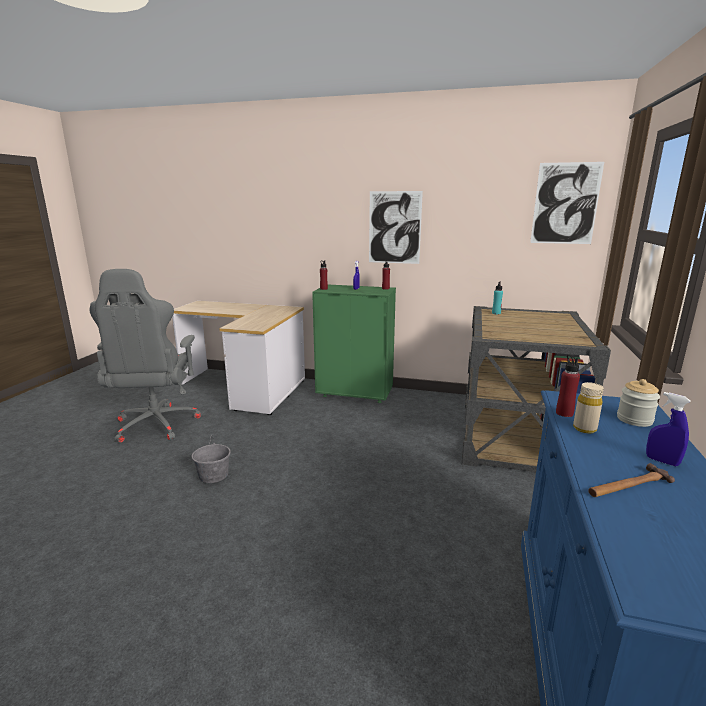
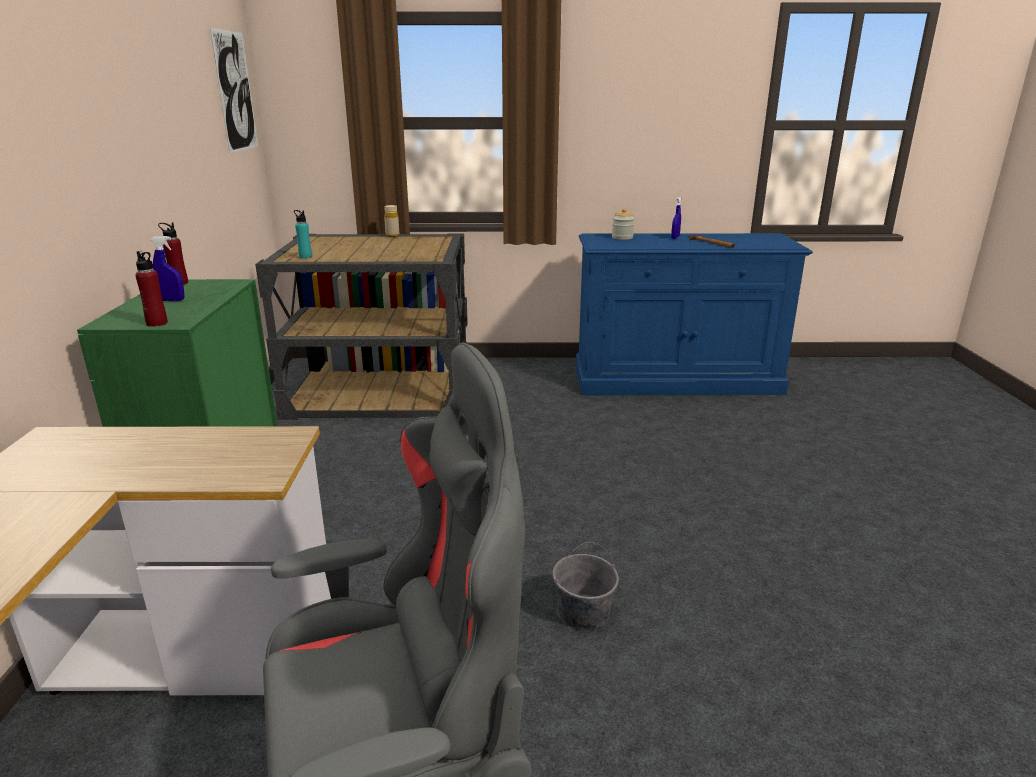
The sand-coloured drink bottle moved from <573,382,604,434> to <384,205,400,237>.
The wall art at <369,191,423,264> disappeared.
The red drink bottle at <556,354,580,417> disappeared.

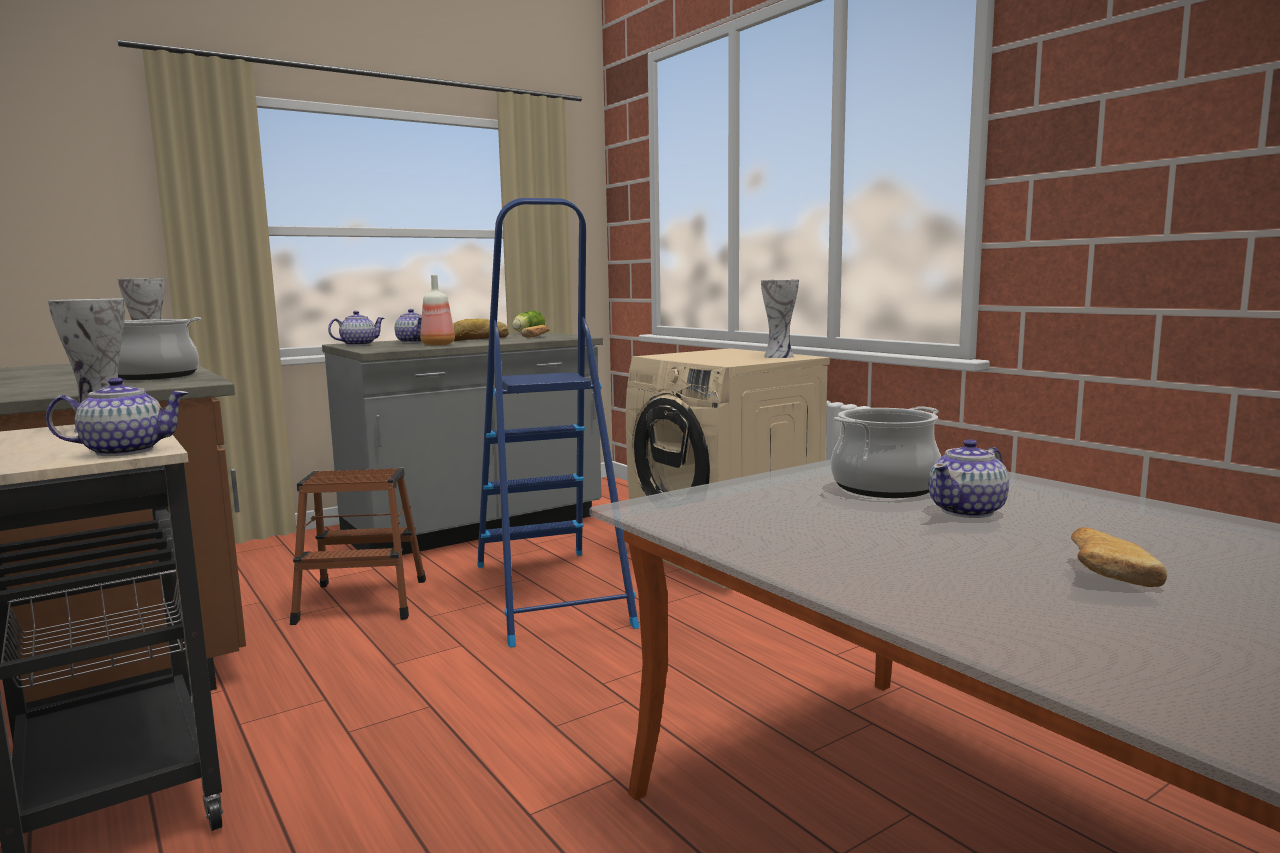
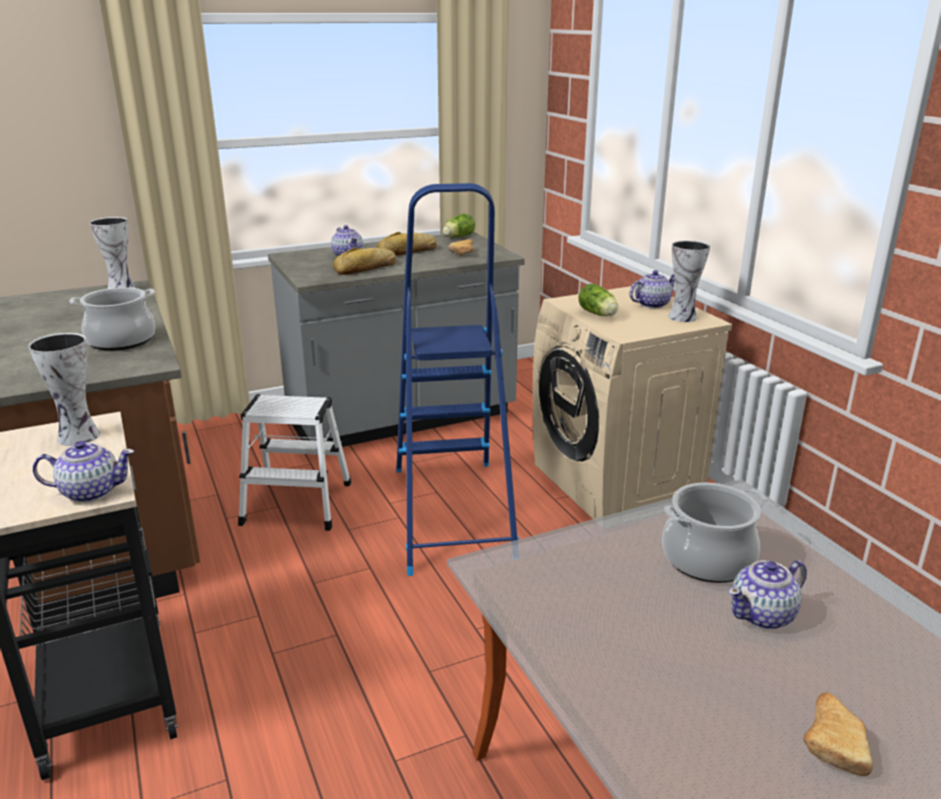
The brown-coloured step ladder at <290,468,426,625> became the whitish step ladder at <238,394,351,531>.
The drink bottle at <420,275,455,346> was replaced by the bakery bread at <333,247,397,275>.
The head of lettuce at <578,284,618,316> appeared.
The tea pot moved from <328,311,384,346> to <629,270,675,308>.

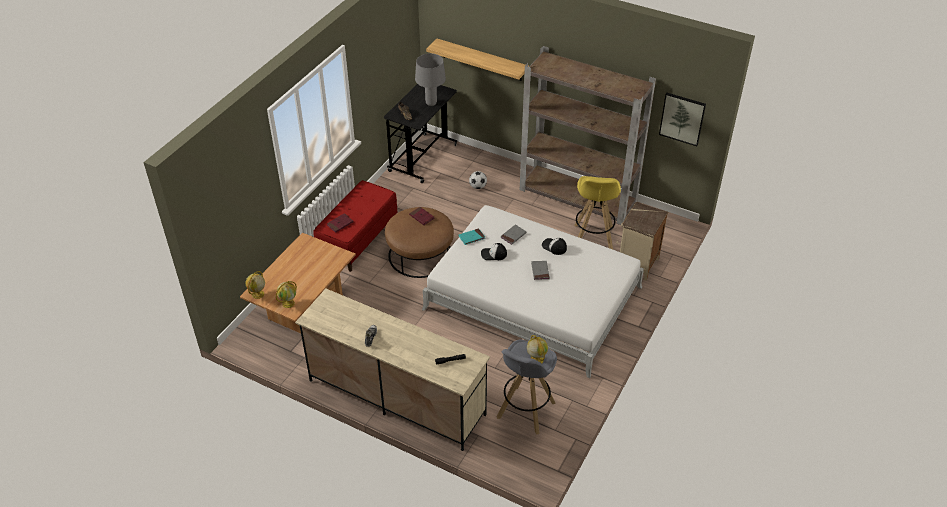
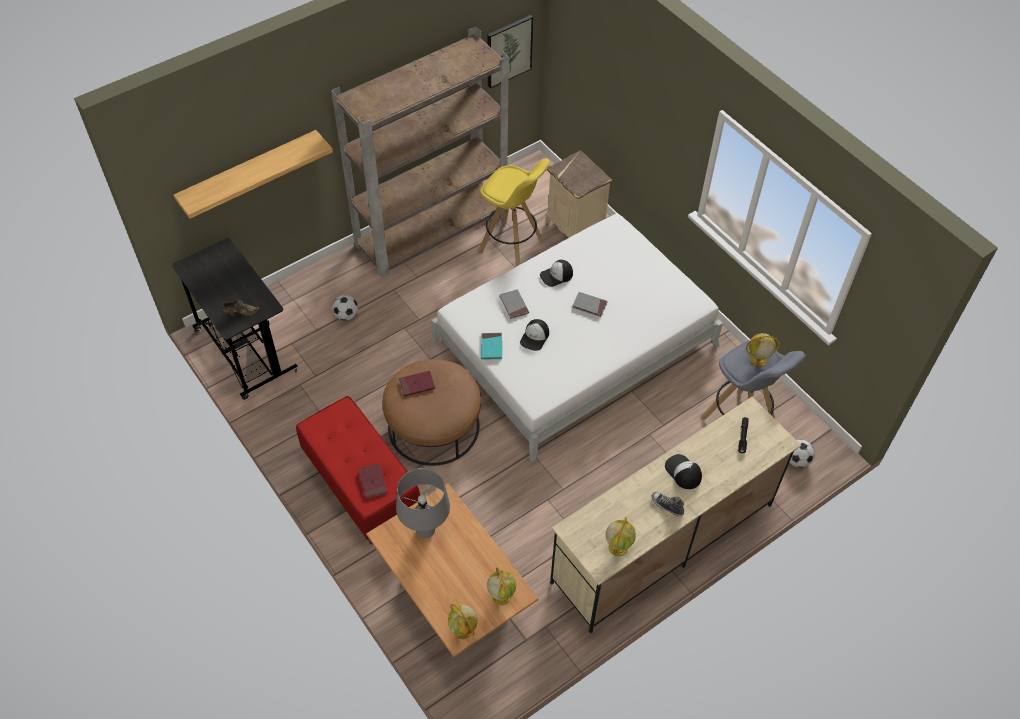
The gray lamp for a table moved from <415,53,446,106> to <396,468,450,538>.
The world globe at <606,517,636,556> appeared.
The peaked cap at <665,454,702,489> appeared.
The football ball at <789,439,815,468> appeared.

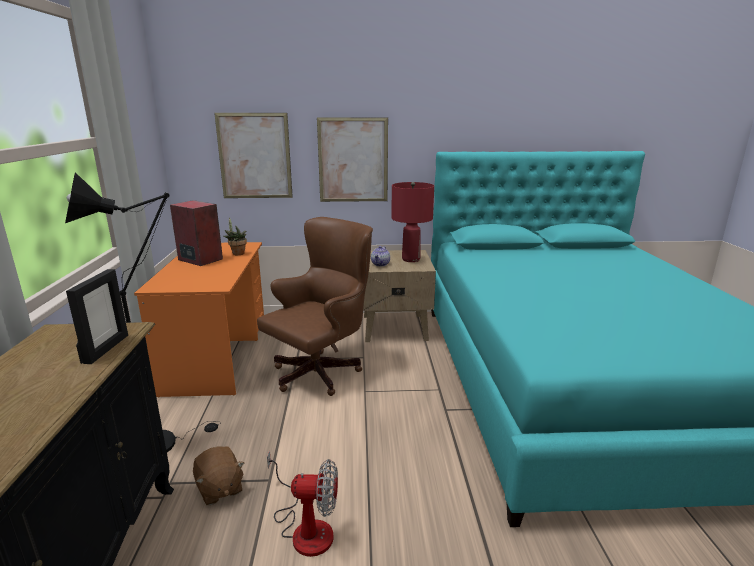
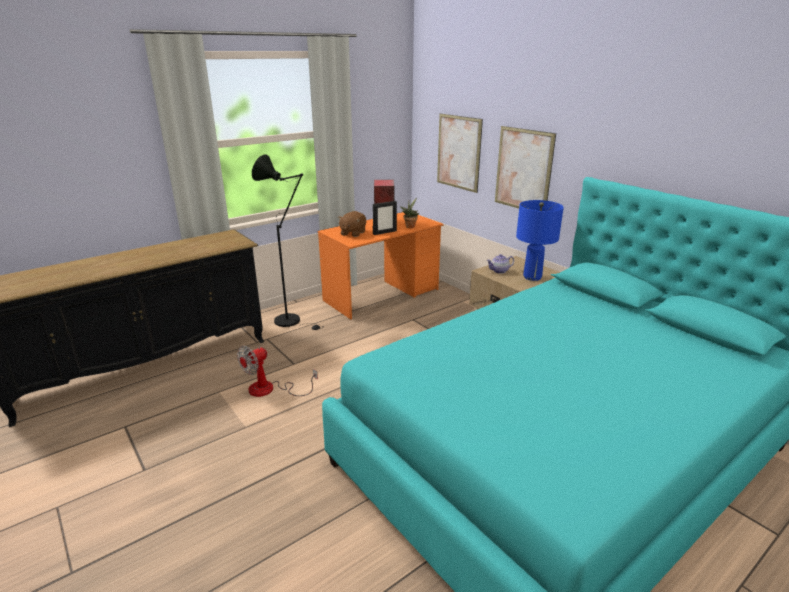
The electric fan at <267,451,338,557> turned 75 degrees clockwise.
The brown-coloured cuddly toy moved from <193,446,244,505> to <338,211,366,237>.
The standing frame moved from <66,269,128,364> to <373,201,397,235>.
The red lamp for a table at <391,182,434,262> became the blue lamp for a table at <516,200,564,281>.
The brown-coloured computer chair at <257,217,373,396> disappeared.

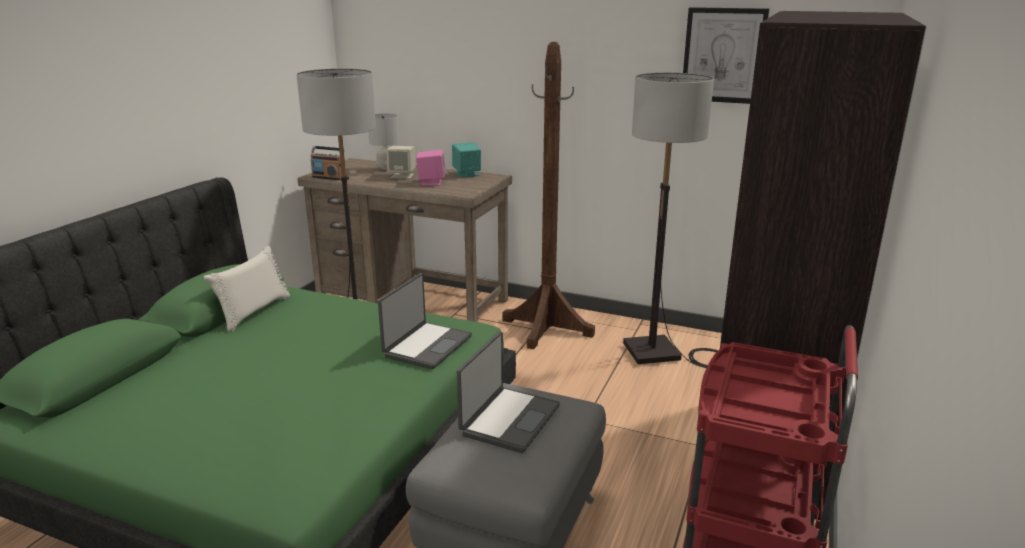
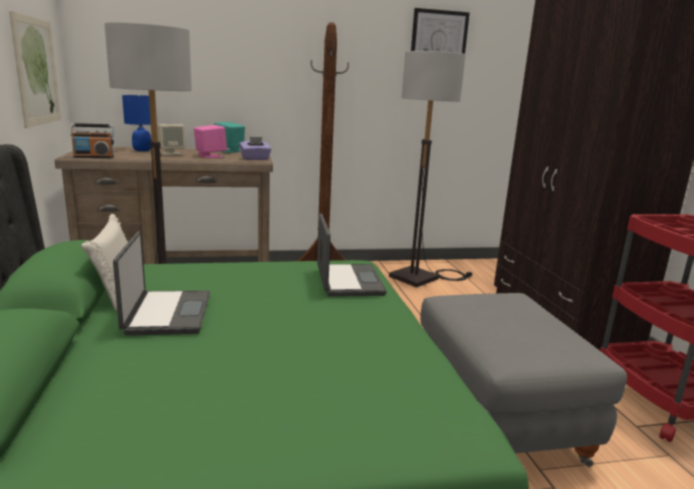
The wall art at <9,11,61,128> appeared.
The notebook computer moved from <457,332,560,453> to <113,231,210,336>.
The gray lamp for a table at <369,113,400,170> became the blue lamp for a table at <122,95,152,151>.
The purple-coloured tissue box at <239,137,272,160> appeared.

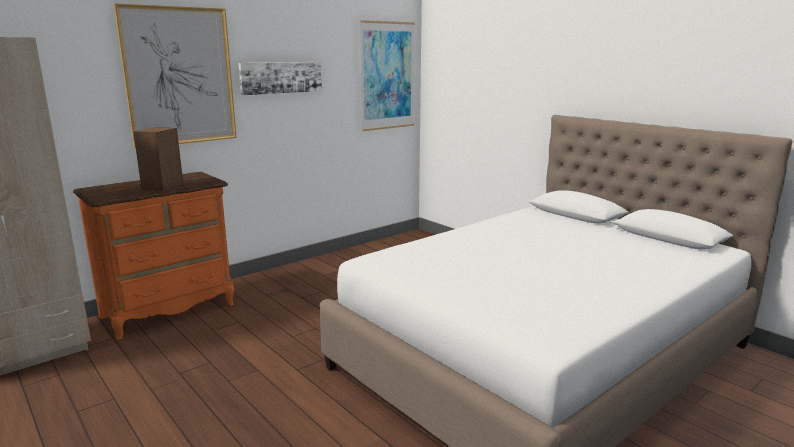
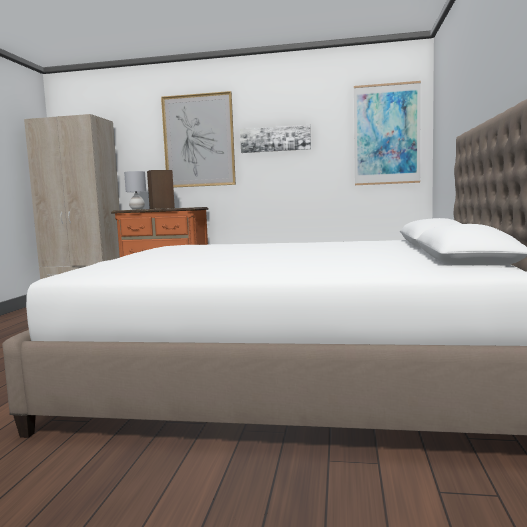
The gray lamp for a table at <124,171,146,210> appeared.

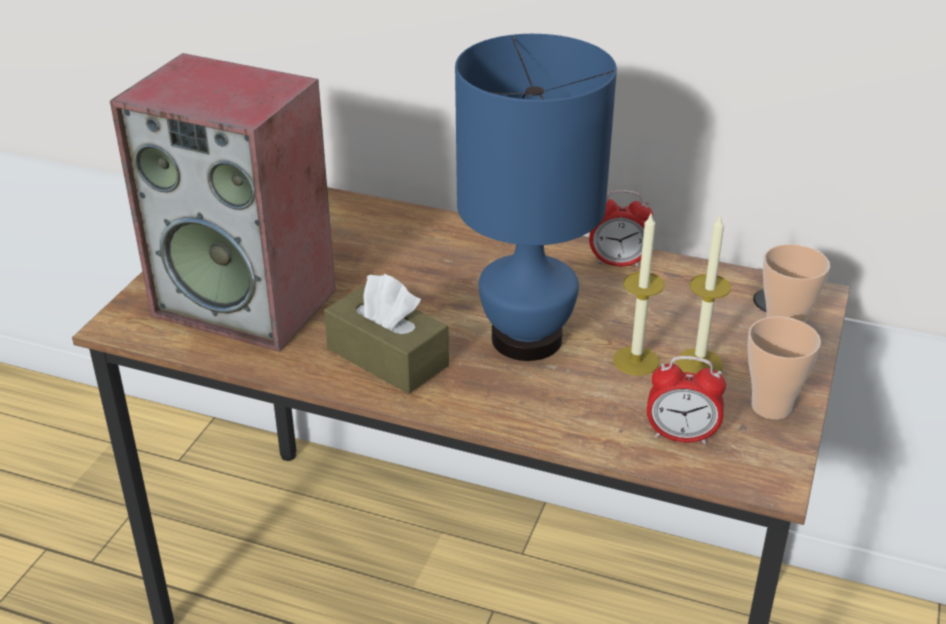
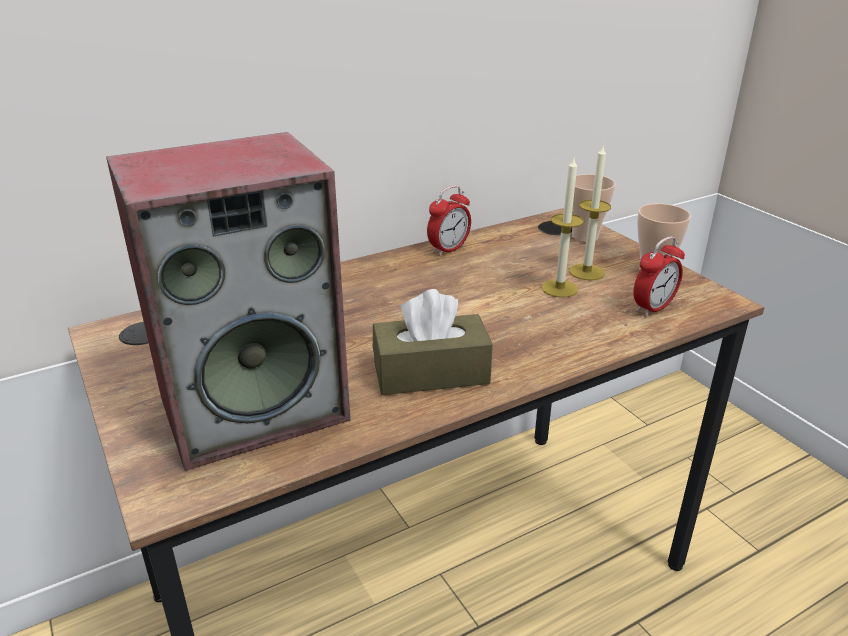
The blue lamp for a table at <455,34,617,361> disappeared.

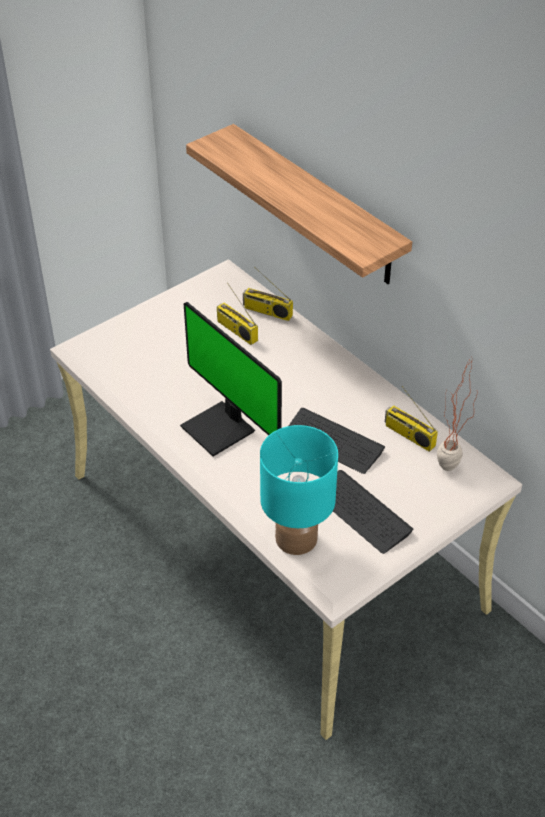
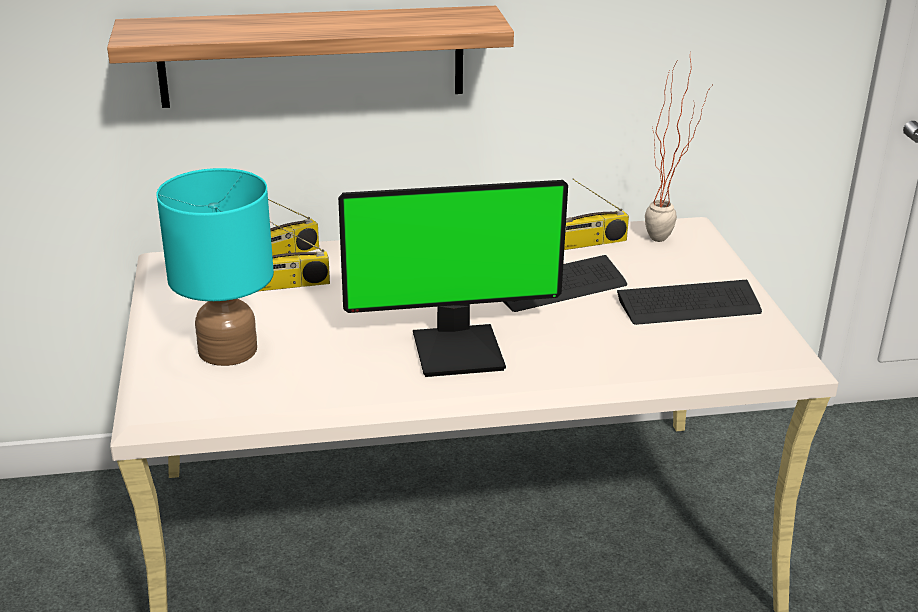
The turquoise-coloured lamp for a table moved from <260,425,338,555> to <156,168,274,366>.

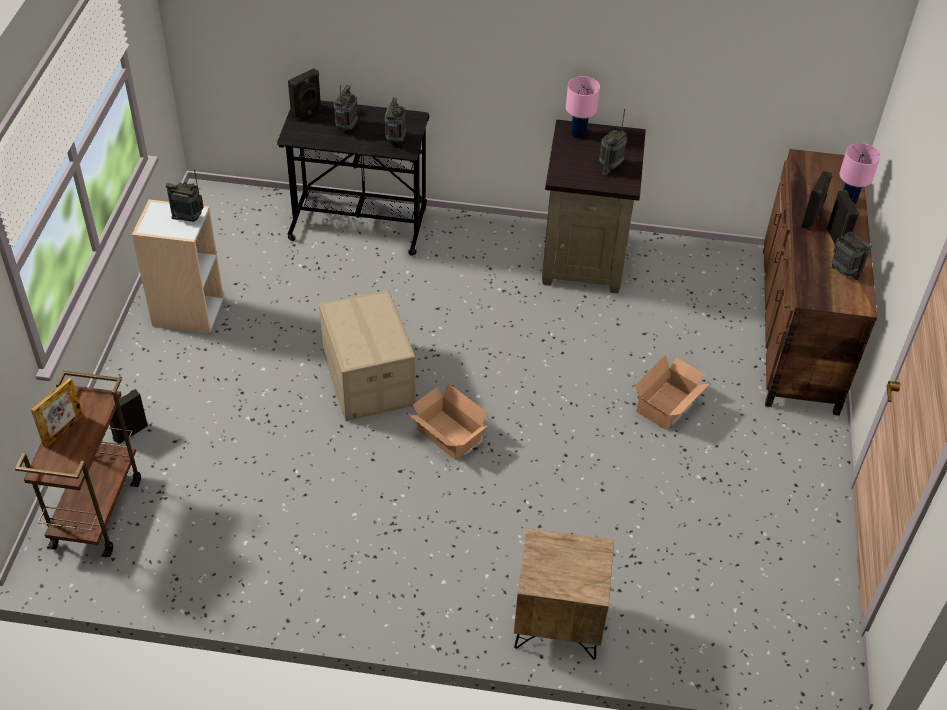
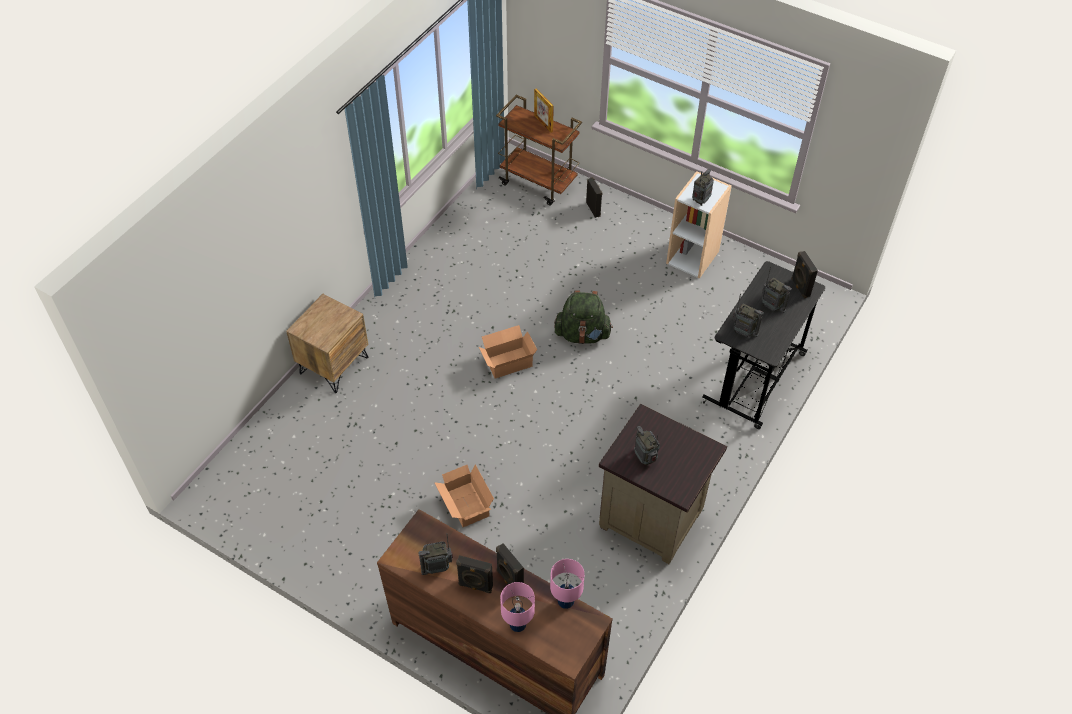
The pink-coloured lamp for a table moved from <566,76,600,138> to <550,559,585,609>.
The packing box at <319,290,416,421> was replaced by the green rucksack at <554,290,613,344>.

